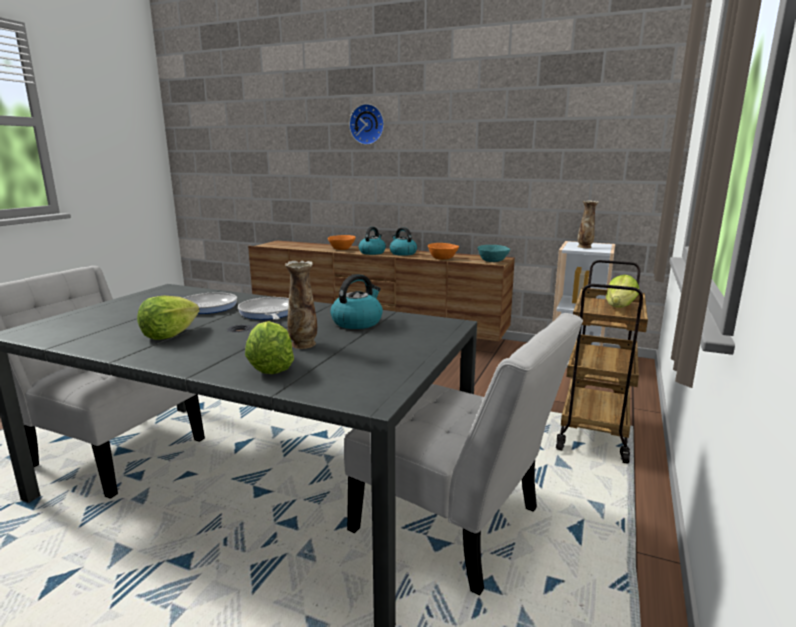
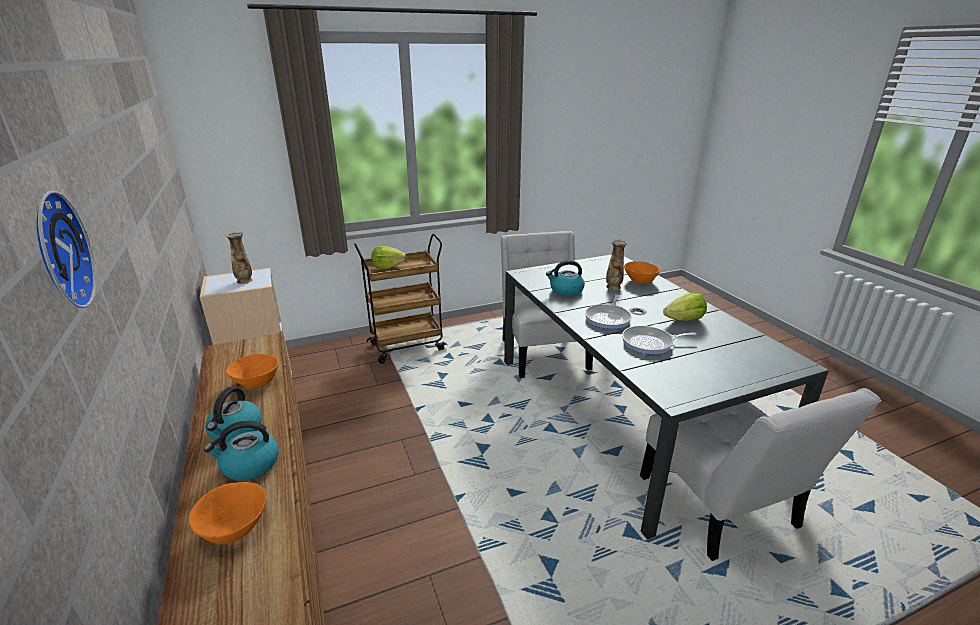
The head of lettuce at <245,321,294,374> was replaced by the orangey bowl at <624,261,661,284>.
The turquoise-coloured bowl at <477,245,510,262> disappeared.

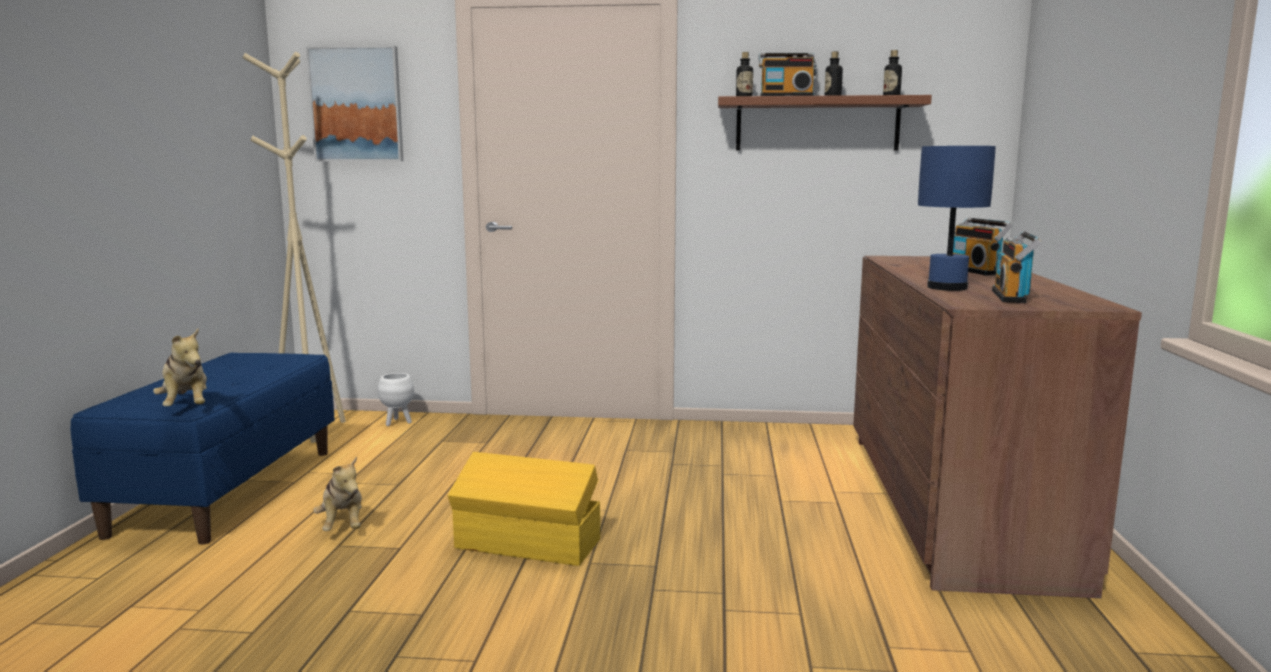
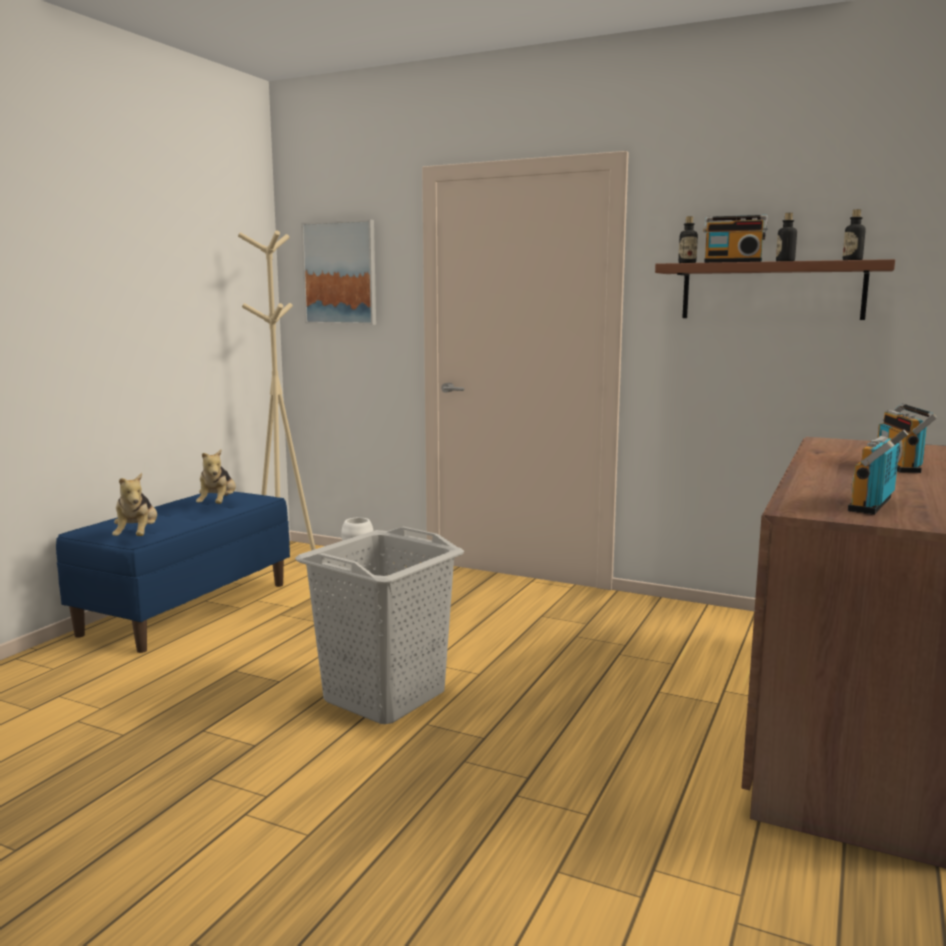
The cuddly toy moved from <314,456,362,531> to <196,449,236,504>.
The yellow storage box at <448,452,600,566> was replaced by the gray hamper at <295,527,464,724>.
The blue lamp for a table at <918,146,996,291> disappeared.

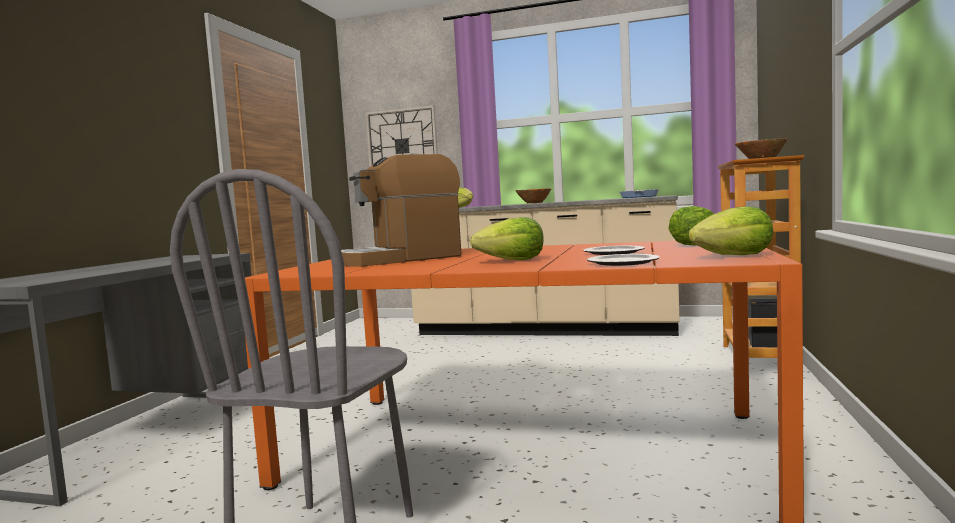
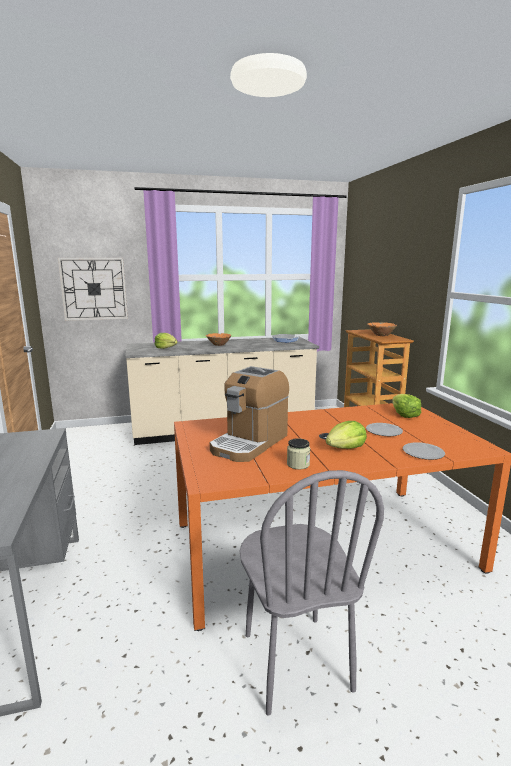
The storage jar at <287,438,310,470> appeared.
The head of lettuce at <689,207,774,255> disappeared.

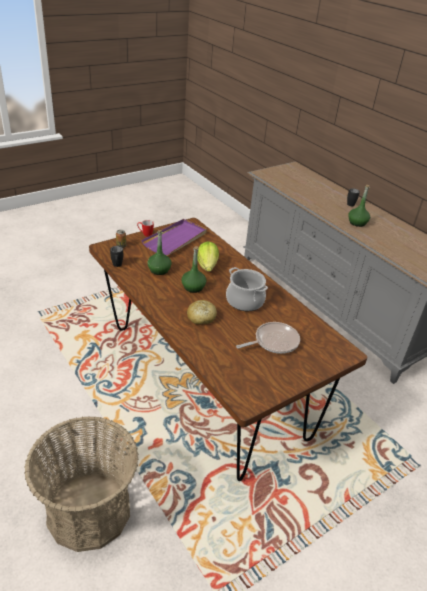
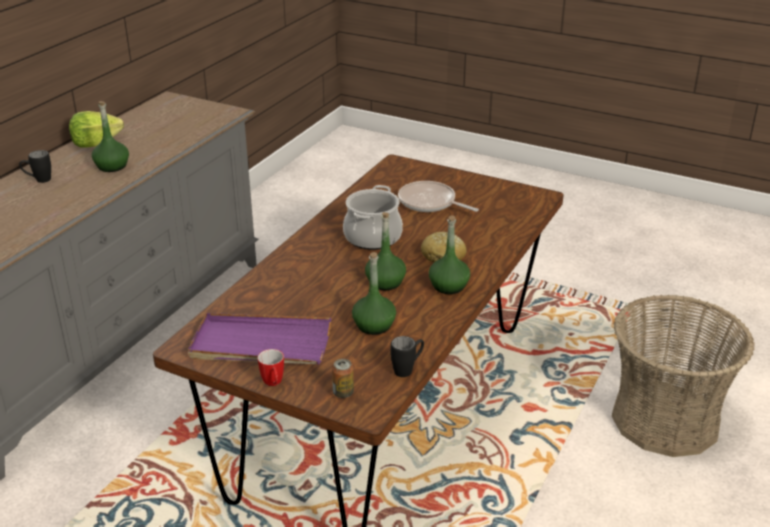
The head of lettuce moved from <197,241,219,272> to <69,111,124,148>.
The green drink bottle at <429,215,470,294> appeared.

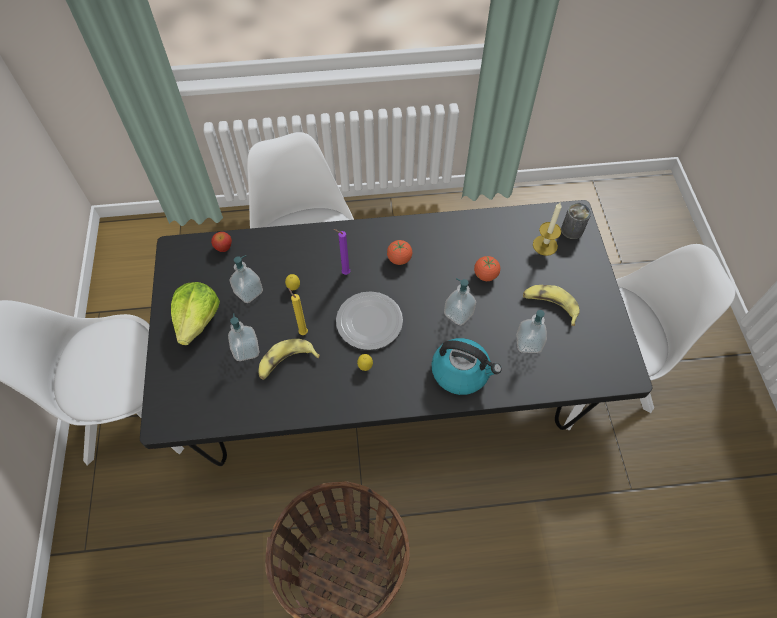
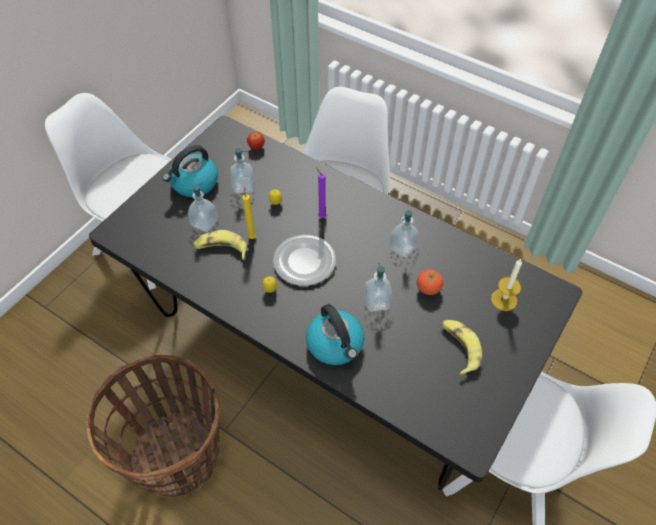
The head of lettuce at <171,282,220,345> was replaced by the water kettle at <163,145,218,197>.
The soap dispenser moved from <516,310,547,353> to <389,210,420,257>.
The tomato at <387,240,412,265> disappeared.
The sealed can at <561,203,591,239> disappeared.

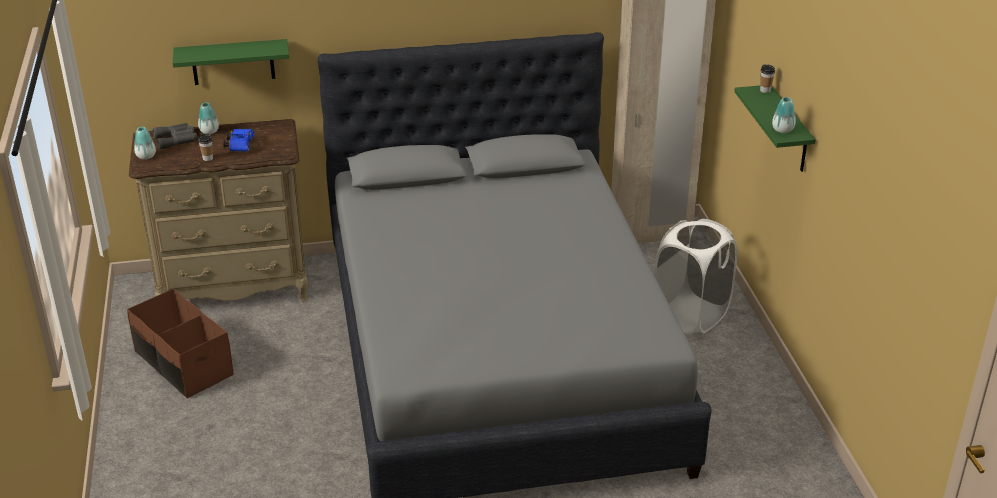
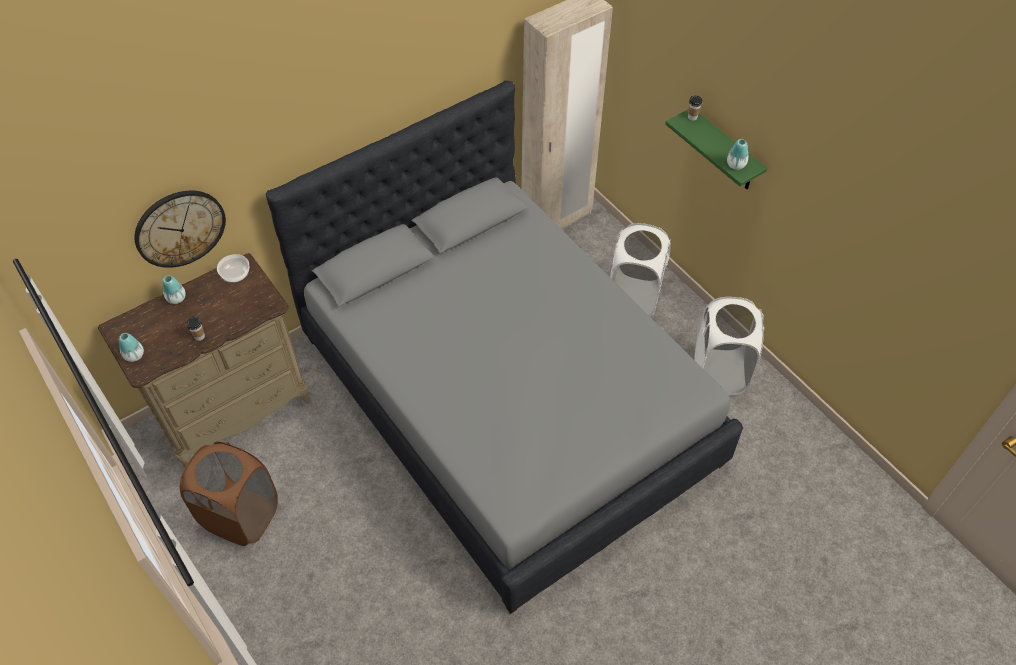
The green bracket shelf at <173,39,289,85> was replaced by the hanging clock at <134,191,226,268>.
The brown-coloured storage box at <127,288,234,398> was replaced by the brown-coloured hamper at <180,442,278,546>.
The bowl at <217,254,249,283> appeared.
The whitish hamper at <695,297,764,395> appeared.
The gray binoculars at <153,123,197,150> disappeared.
The blue binoculars at <223,129,254,152> disappeared.

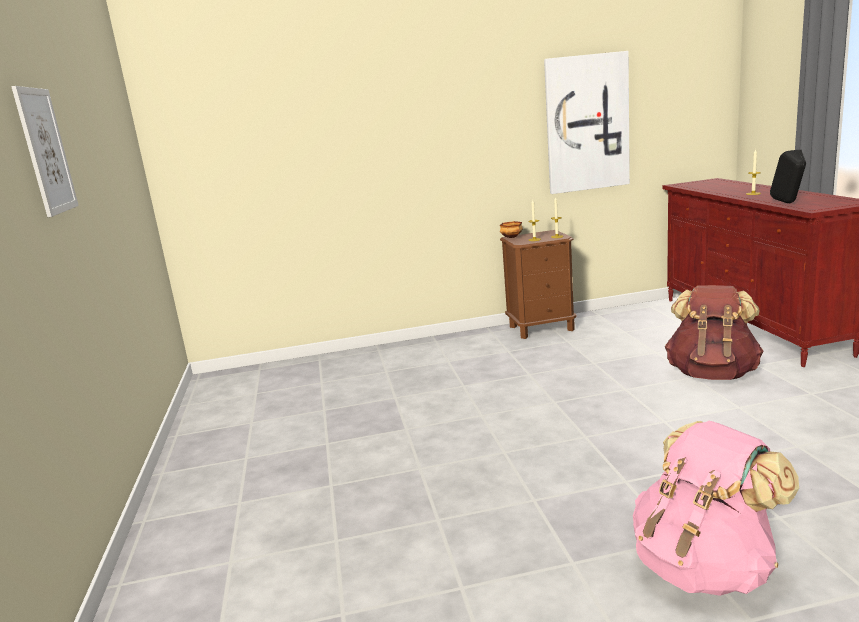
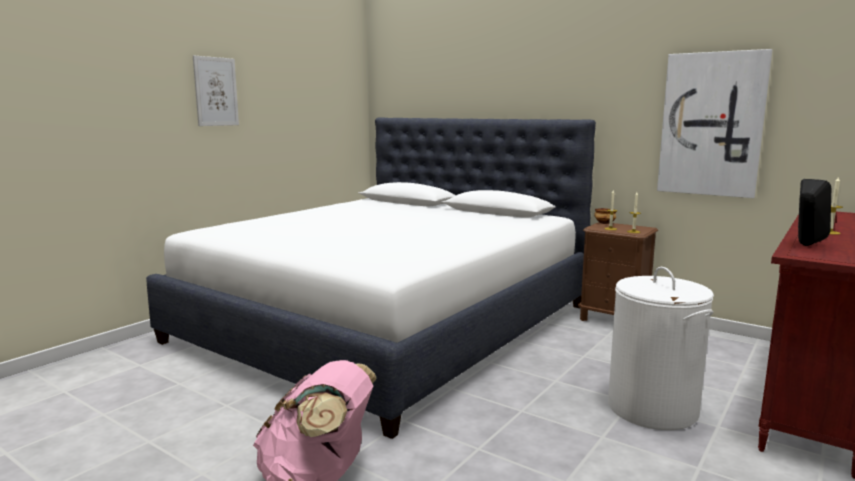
The whitish bed at <146,117,596,439> appeared.
The brown-coloured rucksack at <665,285,764,380> was replaced by the whitish hamper at <608,267,714,430>.

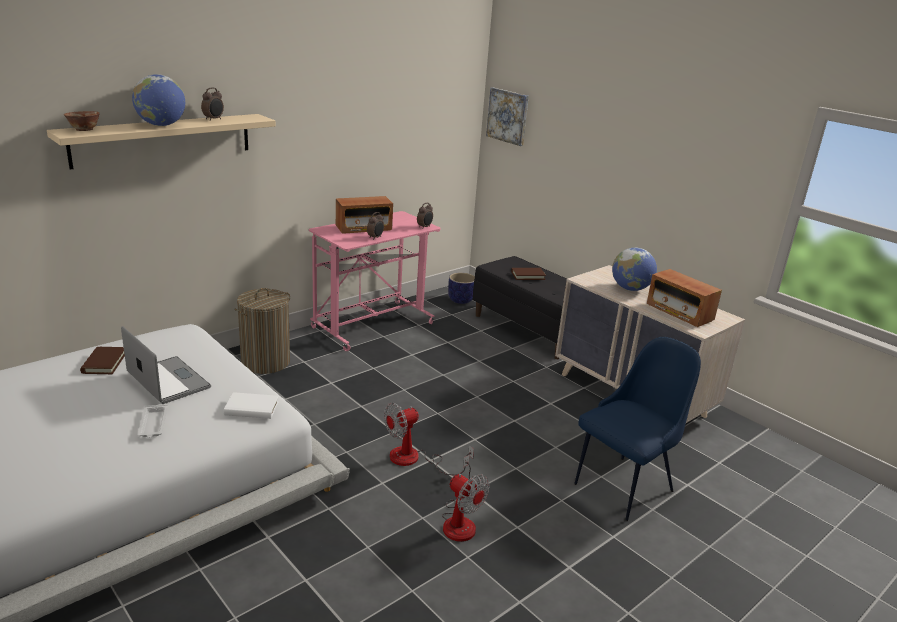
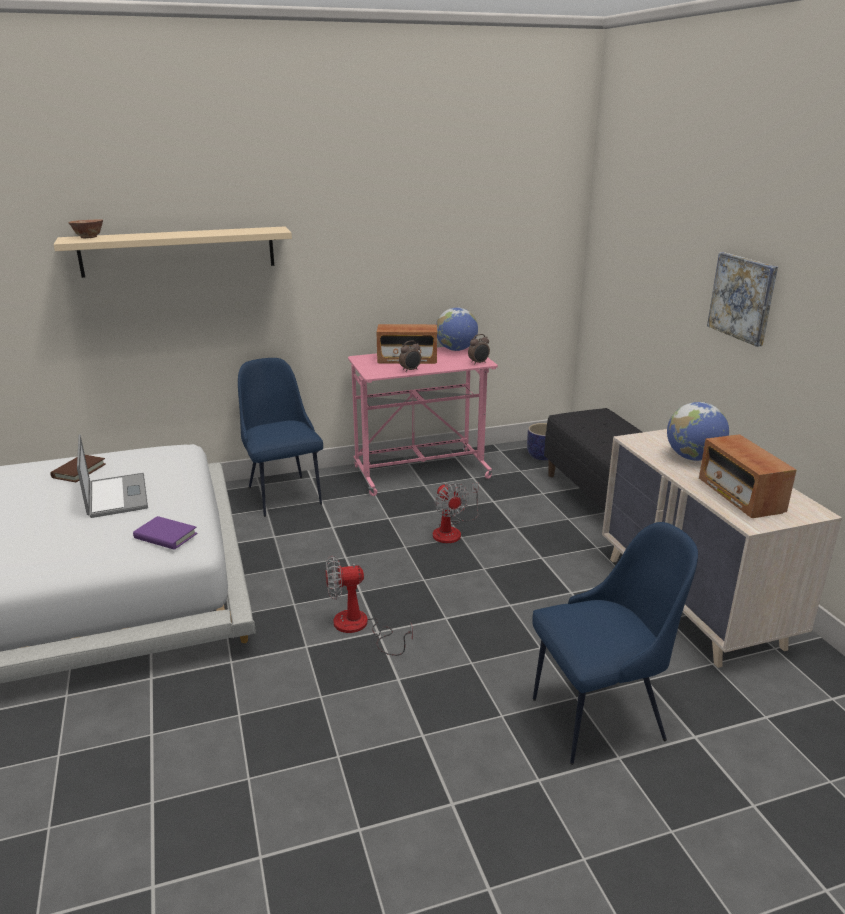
The whitish volume at <224,392,279,419> became the purple-coloured volume at <133,516,197,550>.
The hamper at <234,288,290,374> was replaced by the blue upright chair at <238,358,323,517>.
The electric fan moved from <442,455,490,542> to <433,483,478,543>.
The world globe moved from <132,74,185,126> to <436,308,478,351>.
The wall art moved from <486,88,529,146> to <707,252,778,347>.
The whitish tray at <137,404,168,438> disappeared.
The bedside clock at <201,88,224,121> disappeared.
The brown-coloured volume at <511,268,546,280> disappeared.

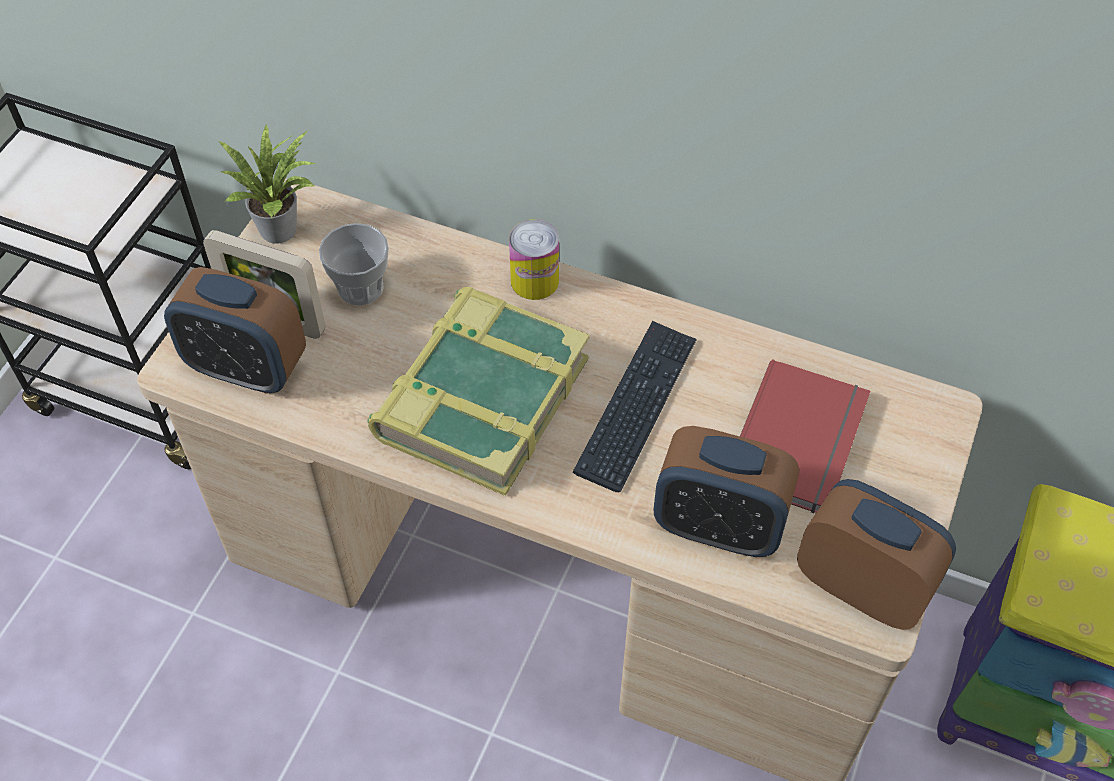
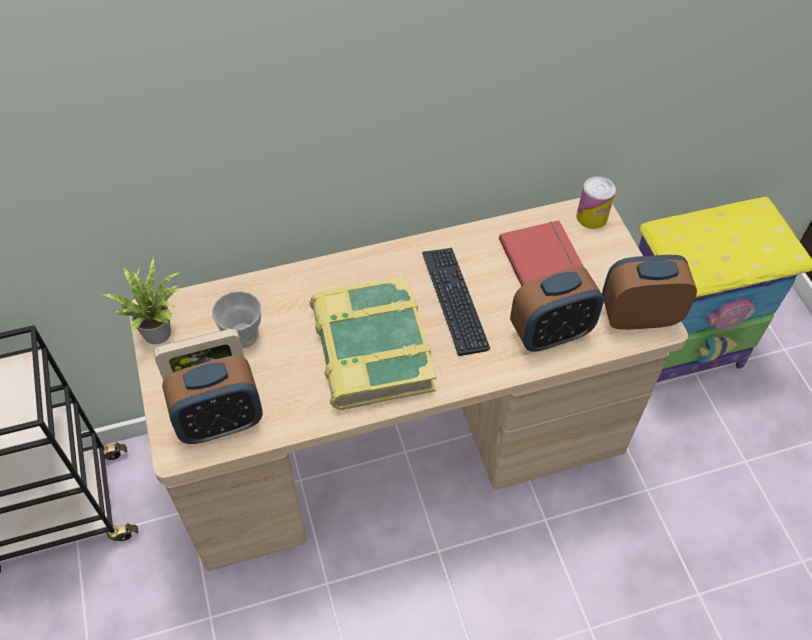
The sealed can moved from <509,219,559,300> to <577,176,616,229>.

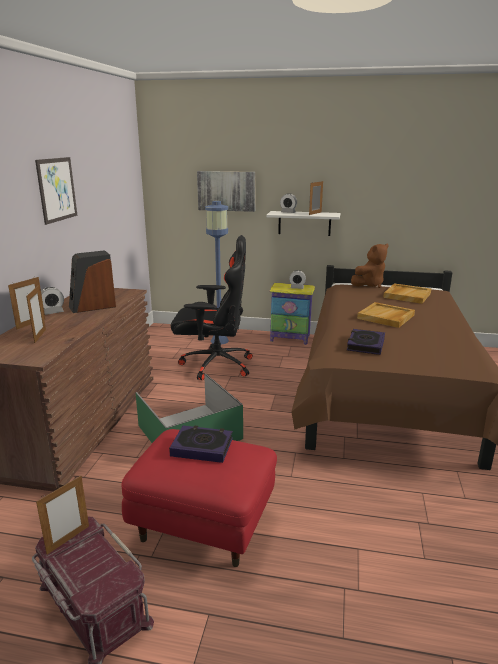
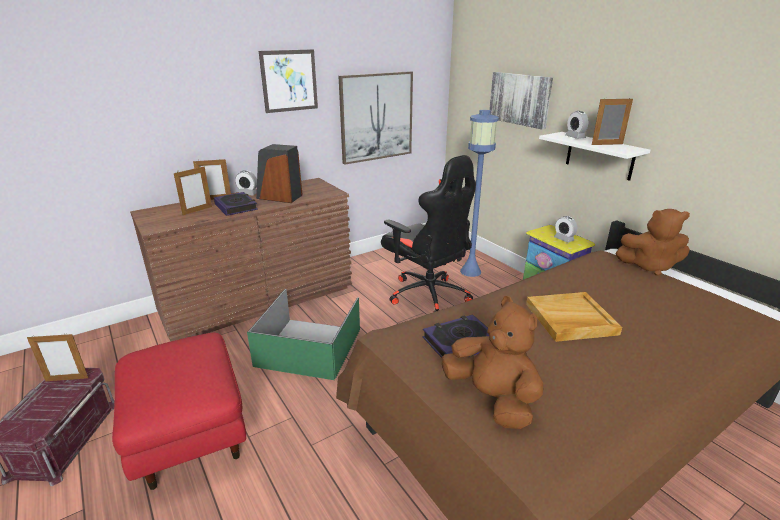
The volume moved from <169,425,233,463> to <214,192,258,216>.
The wall art at <339,71,413,165> appeared.
The brown-coloured cuddly toy at <442,296,543,429> appeared.
The sand-coloured tray at <383,283,431,304> disappeared.

